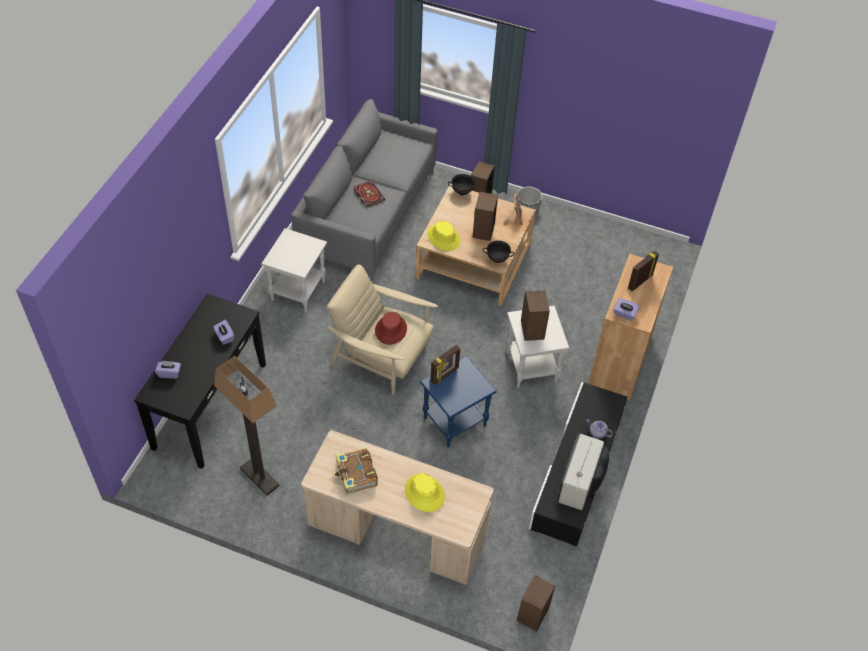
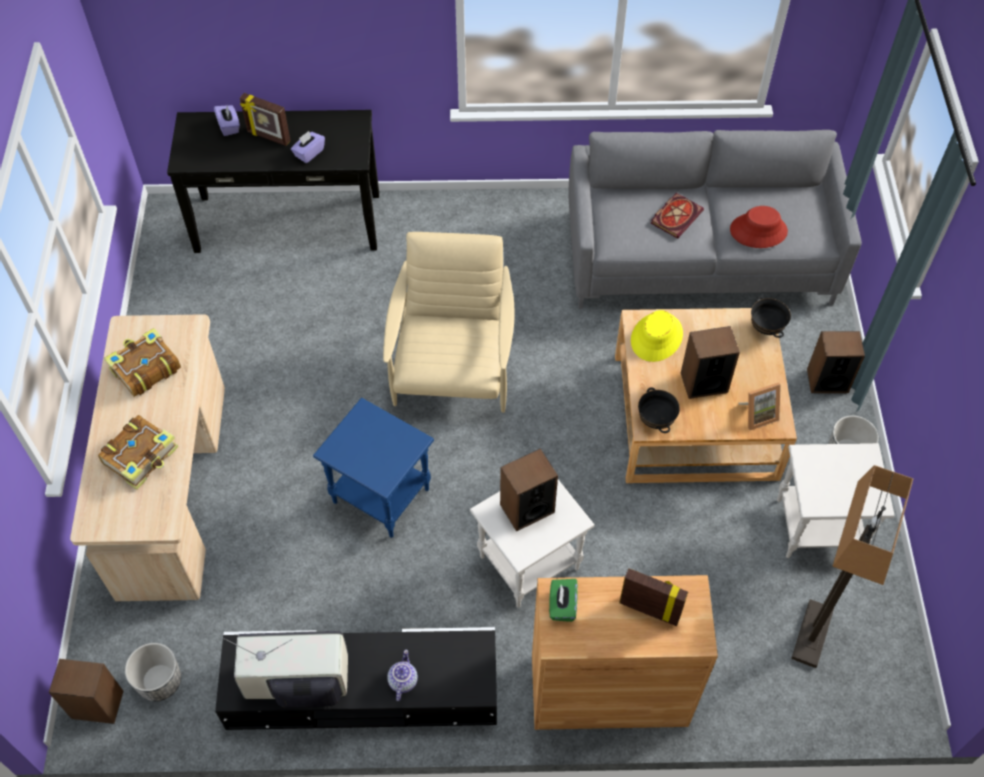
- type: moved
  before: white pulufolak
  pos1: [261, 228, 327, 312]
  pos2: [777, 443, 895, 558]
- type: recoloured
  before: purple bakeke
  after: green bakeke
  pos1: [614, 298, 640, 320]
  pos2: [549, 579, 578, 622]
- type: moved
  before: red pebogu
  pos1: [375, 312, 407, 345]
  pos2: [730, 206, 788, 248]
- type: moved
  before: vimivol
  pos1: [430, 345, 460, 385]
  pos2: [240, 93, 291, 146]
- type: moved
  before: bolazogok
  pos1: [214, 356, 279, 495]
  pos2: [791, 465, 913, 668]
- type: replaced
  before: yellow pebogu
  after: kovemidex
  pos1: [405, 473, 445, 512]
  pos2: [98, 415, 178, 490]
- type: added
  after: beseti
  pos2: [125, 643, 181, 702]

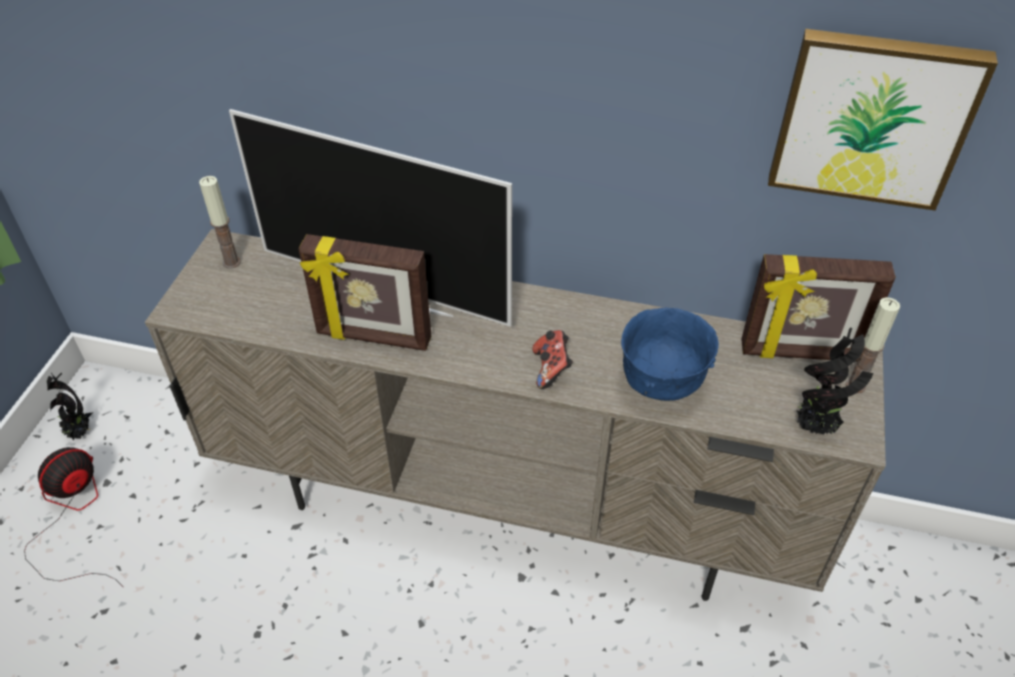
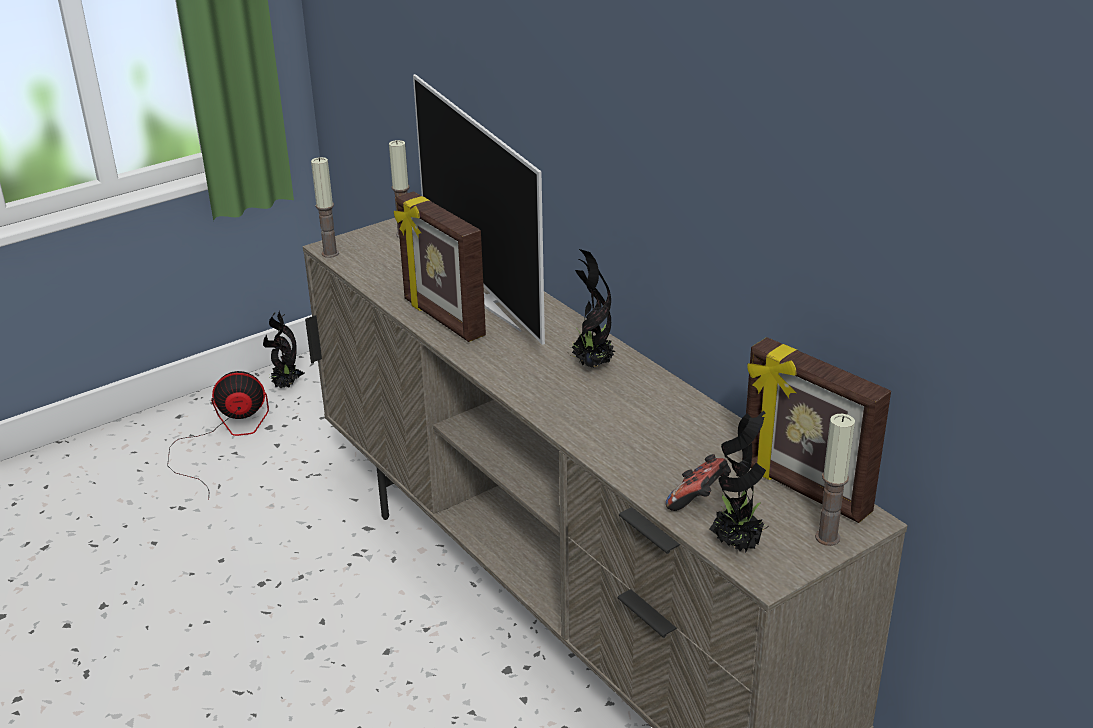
- type: removed
  before: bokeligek
  pos1: [768, 29, 998, 211]
- type: removed
  before: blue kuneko
  pos1: [621, 308, 719, 401]
- type: moved
  before: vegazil
  pos1: [532, 330, 573, 389]
  pos2: [666, 454, 731, 511]
- type: added
  after: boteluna
  pos2: [311, 157, 339, 258]
- type: added
  after: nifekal
  pos2: [568, 249, 615, 368]

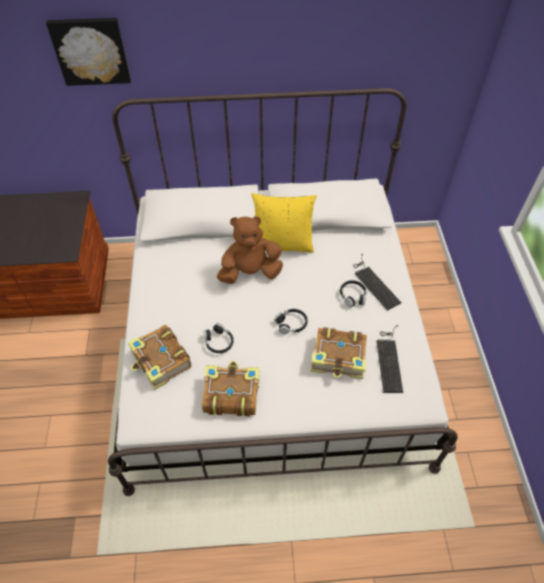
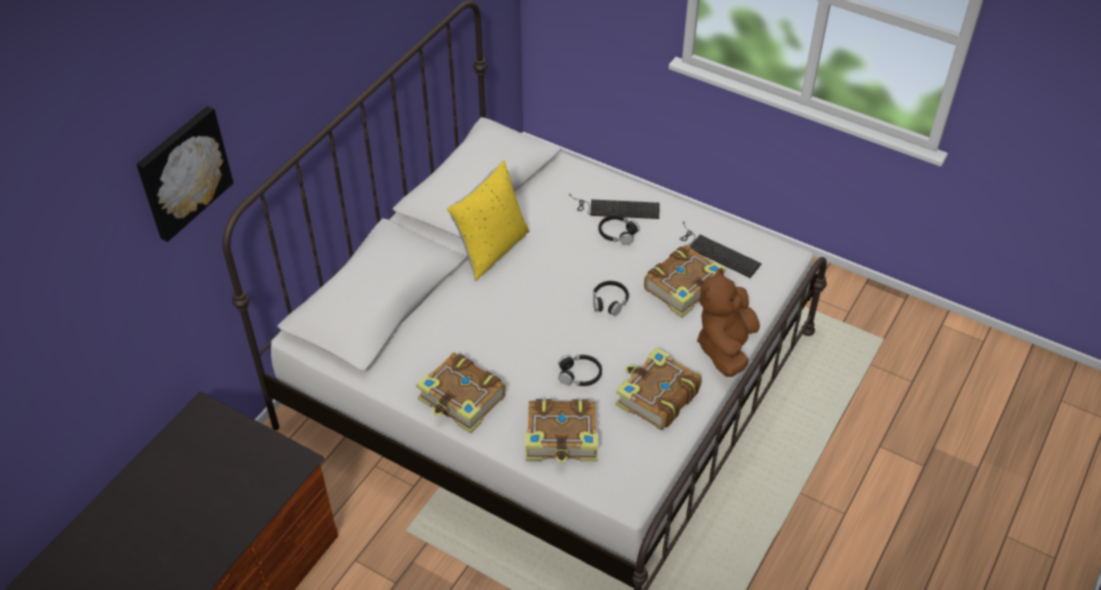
- type: moved
  before: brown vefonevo
  pos1: [217, 216, 283, 284]
  pos2: [697, 268, 760, 377]
- type: added
  after: kovemidex
  pos2: [416, 353, 506, 434]

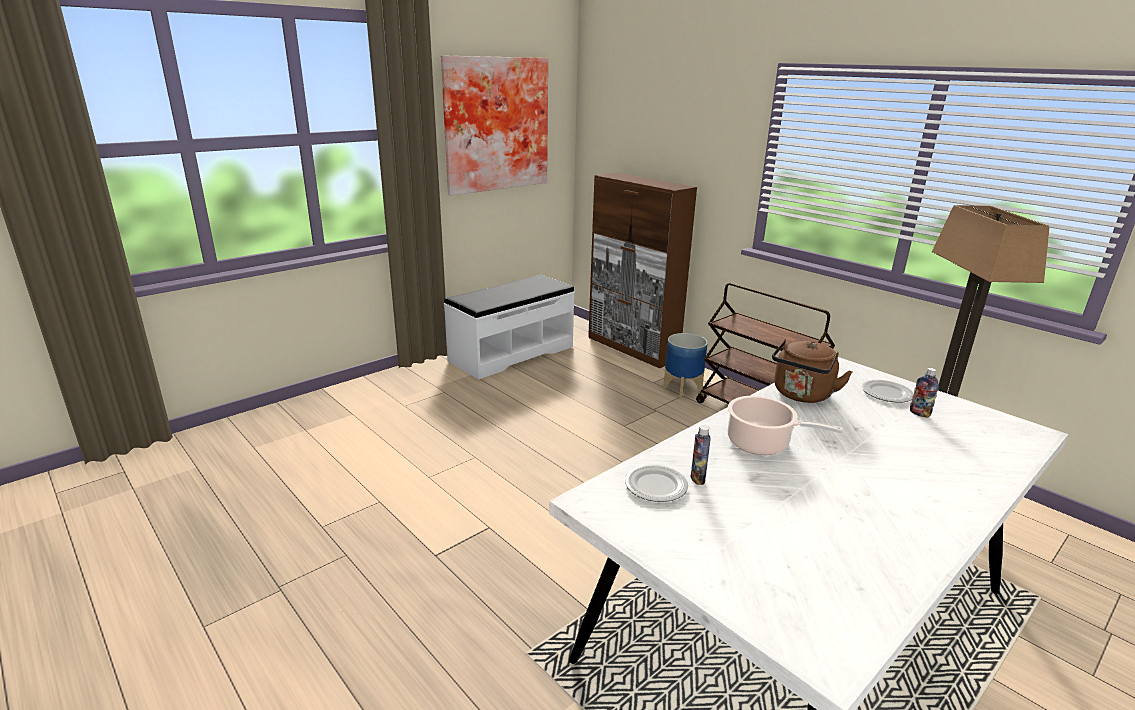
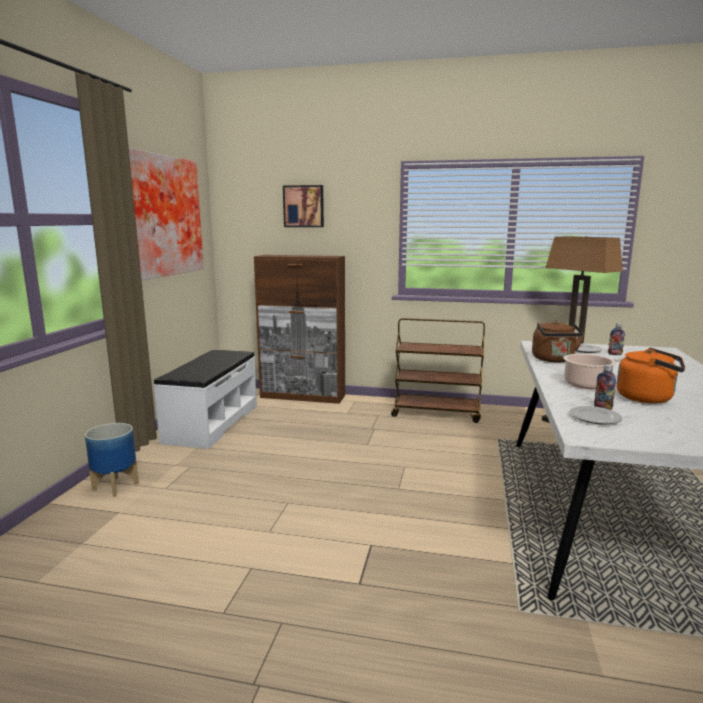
- type: moved
  before: beseti
  pos1: [663, 333, 708, 398]
  pos2: [85, 423, 139, 497]
- type: added
  after: bokeligek
  pos2: [283, 185, 324, 227]
- type: added
  after: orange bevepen
  pos2: [617, 348, 685, 403]

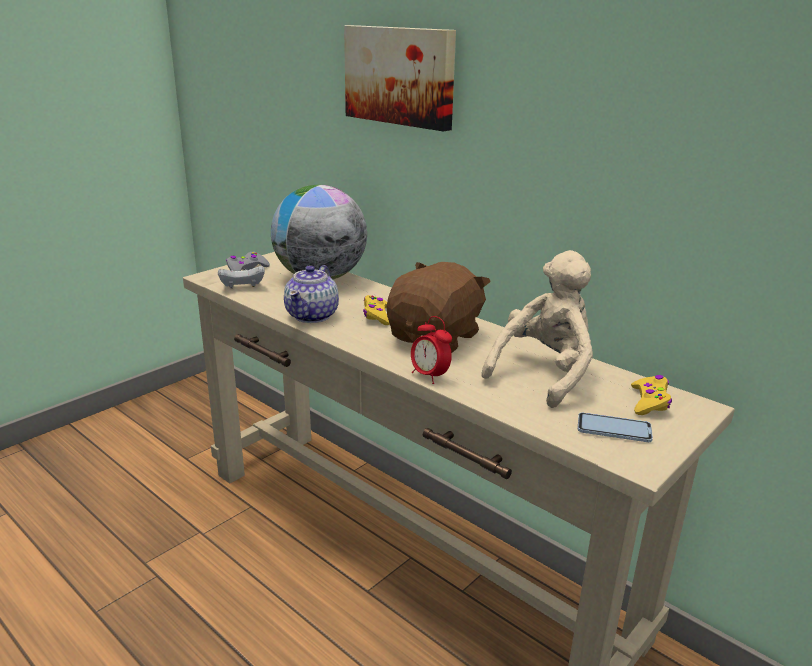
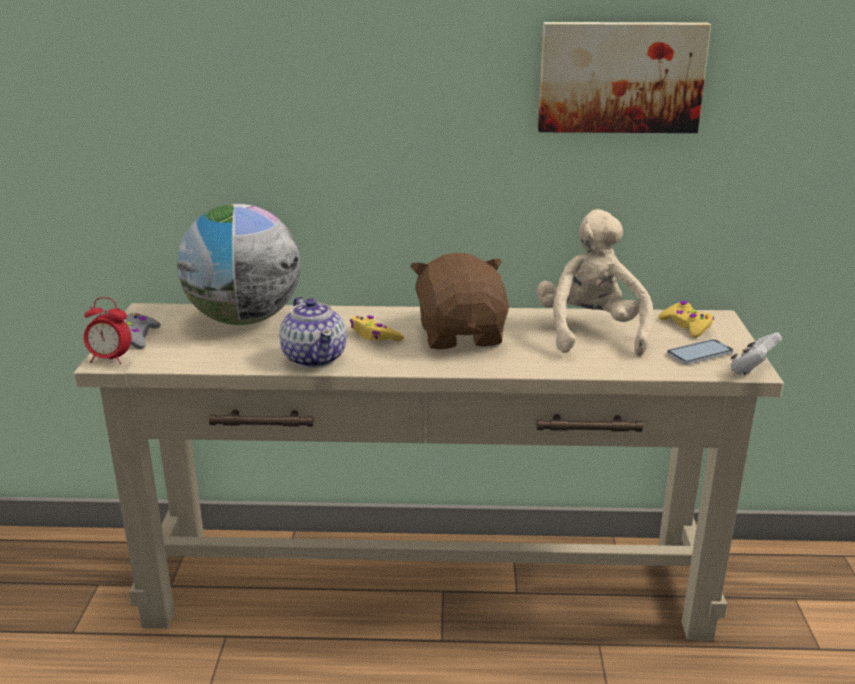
- type: moved
  before: bokeligek
  pos1: [344, 25, 456, 132]
  pos2: [538, 22, 711, 133]
- type: moved
  before: white vegazil
  pos1: [218, 266, 265, 288]
  pos2: [731, 332, 782, 375]
- type: moved
  before: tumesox
  pos1: [411, 316, 452, 384]
  pos2: [84, 297, 131, 364]

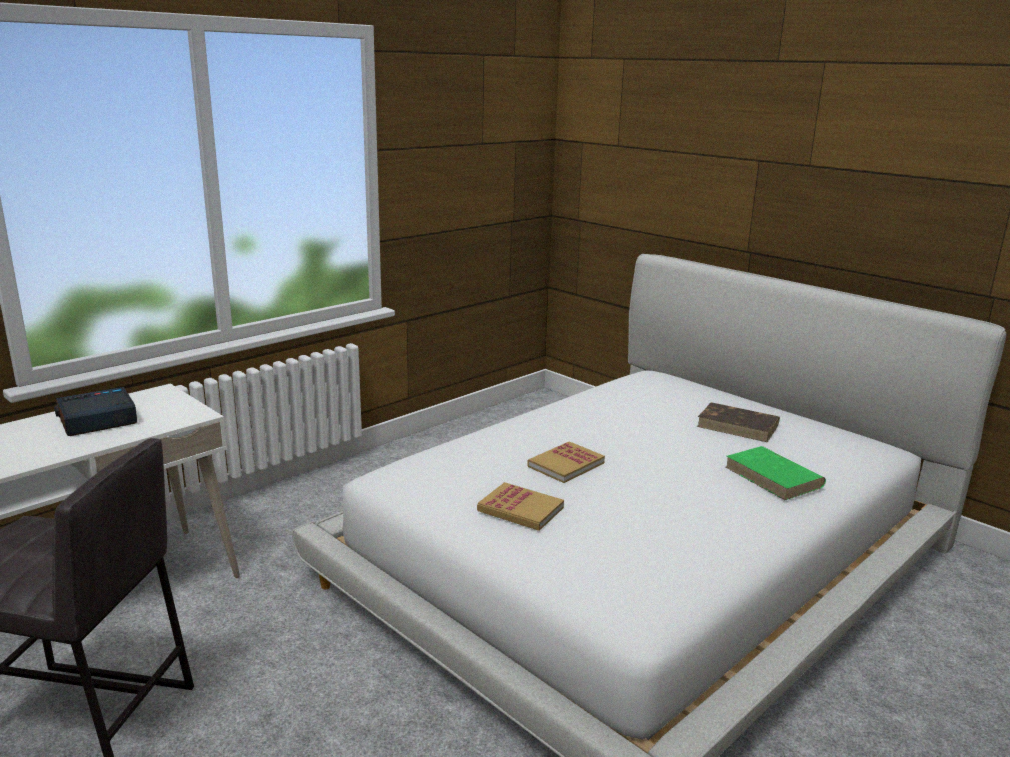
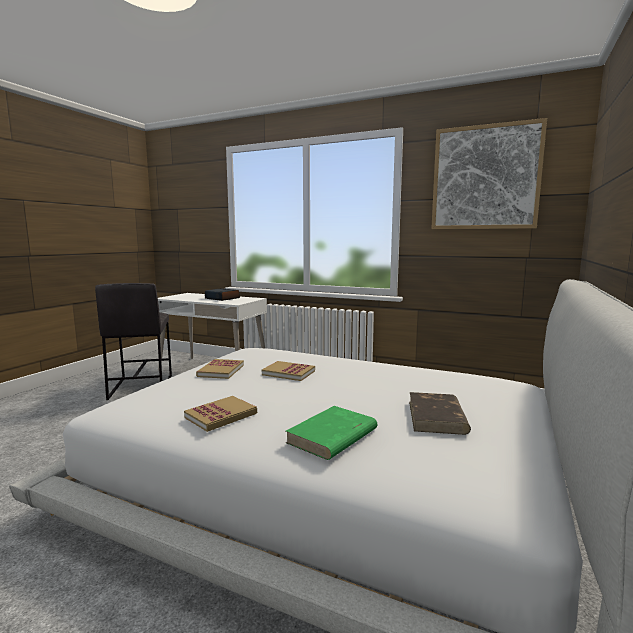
- type: added
  after: bokeligek
  pos2: [431, 118, 547, 229]
- type: added
  after: kovemidex
  pos2: [184, 396, 257, 432]

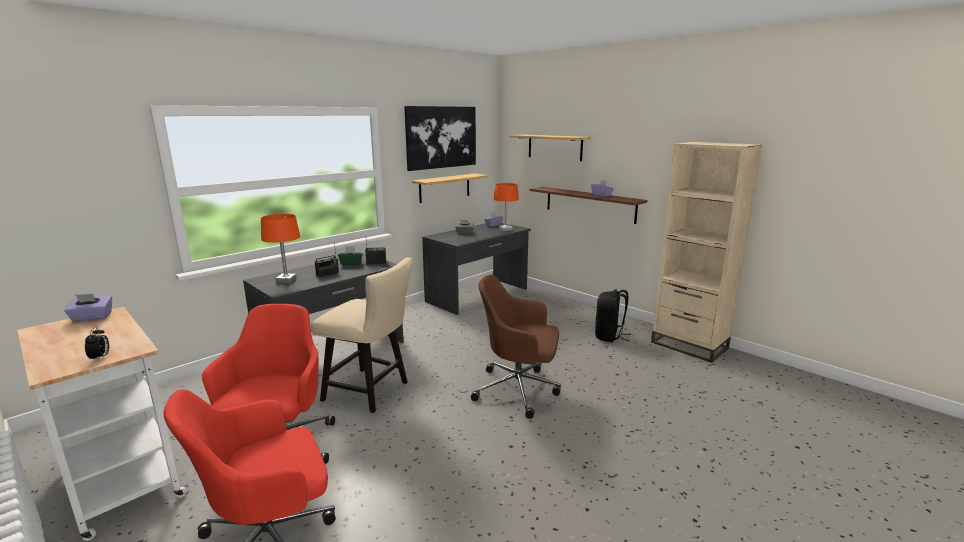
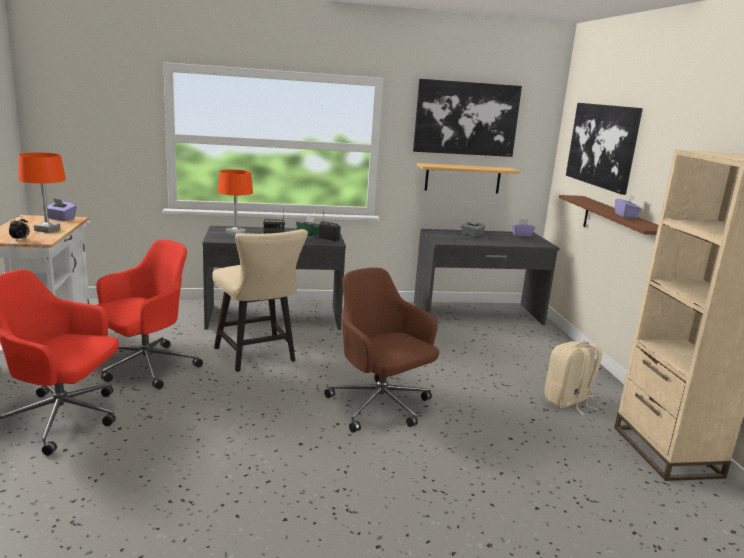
- type: replaced
  before: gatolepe
  after: bokeligek
  pos1: [510, 134, 591, 161]
  pos2: [566, 103, 643, 195]
- type: moved
  before: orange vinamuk
  pos1: [494, 183, 519, 231]
  pos2: [18, 153, 66, 233]
- type: recoloured
  before: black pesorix
  after: beige pesorix
  pos1: [595, 290, 631, 342]
  pos2: [544, 341, 602, 415]

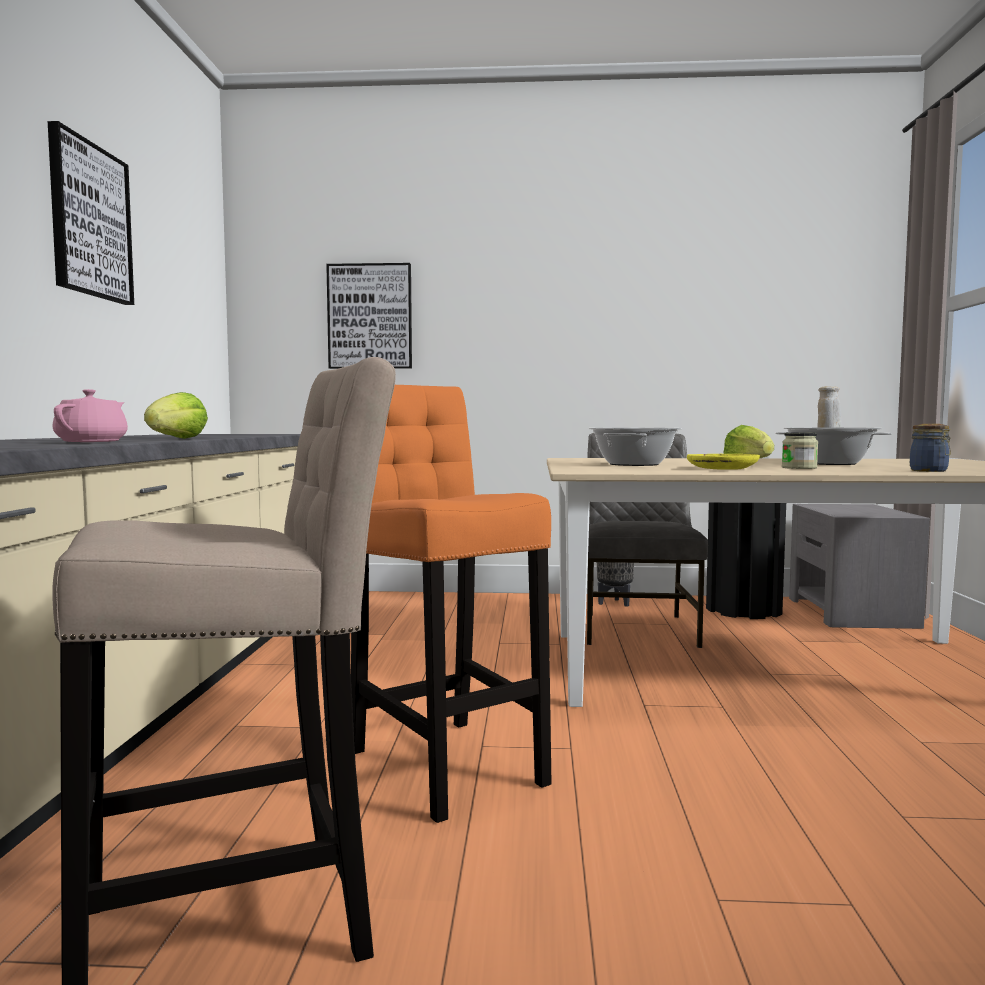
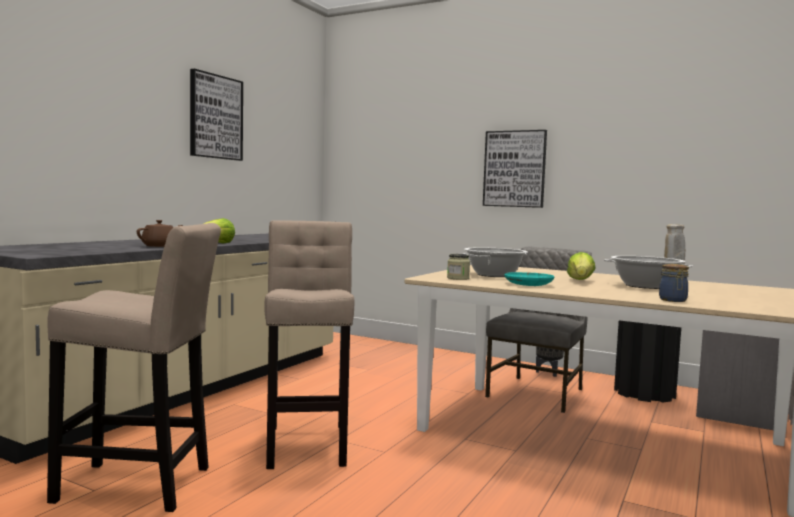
- type: moved
  before: bokeligek
  pos1: [326, 263, 412, 369]
  pos2: [483, 130, 547, 208]
- type: recoloured
  before: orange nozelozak
  after: beige nozelozak
  pos1: [351, 385, 552, 823]
  pos2: [265, 220, 354, 469]
- type: recoloured
  before: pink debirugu
  after: brown debirugu
  pos1: [53, 389, 128, 442]
  pos2: [137, 220, 183, 247]
- type: moved
  before: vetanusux
  pos1: [782, 432, 818, 469]
  pos2: [447, 254, 470, 280]
- type: recoloured
  before: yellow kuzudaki
  after: turquoise kuzudaki
  pos1: [687, 454, 760, 470]
  pos2: [504, 272, 554, 286]

